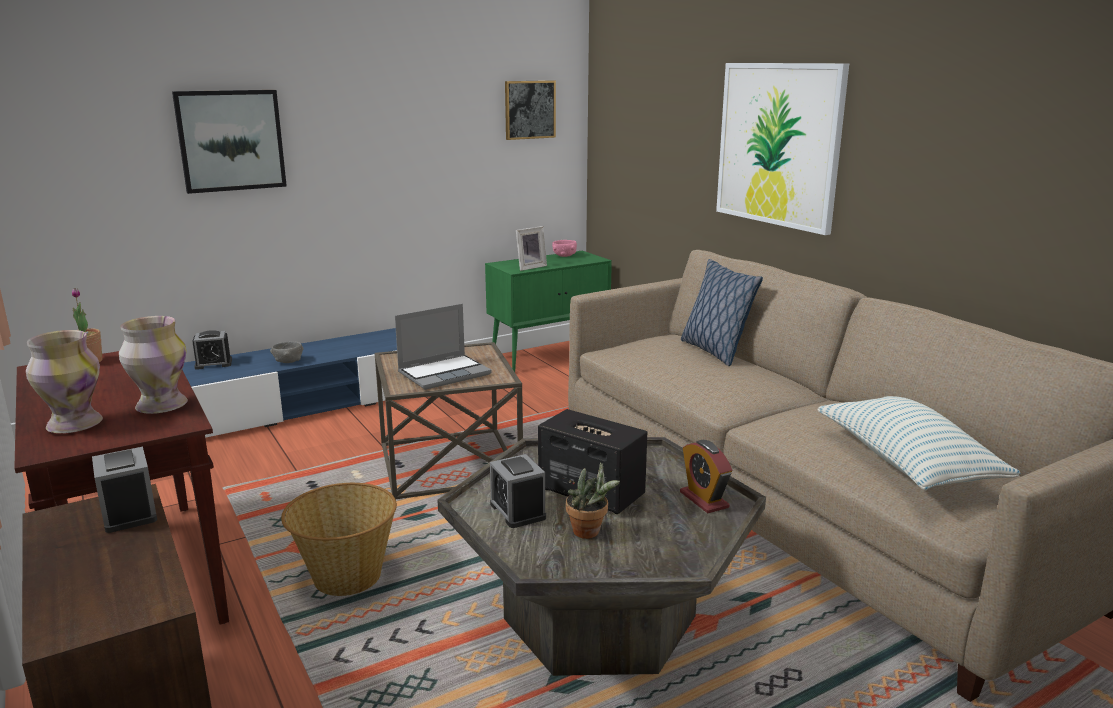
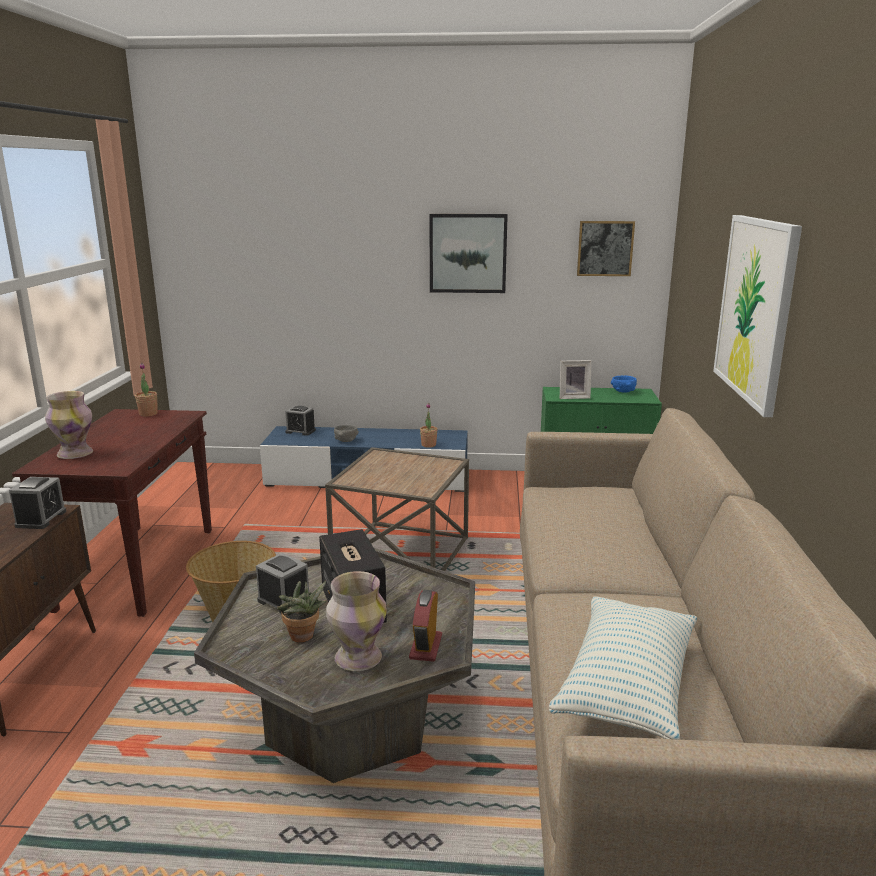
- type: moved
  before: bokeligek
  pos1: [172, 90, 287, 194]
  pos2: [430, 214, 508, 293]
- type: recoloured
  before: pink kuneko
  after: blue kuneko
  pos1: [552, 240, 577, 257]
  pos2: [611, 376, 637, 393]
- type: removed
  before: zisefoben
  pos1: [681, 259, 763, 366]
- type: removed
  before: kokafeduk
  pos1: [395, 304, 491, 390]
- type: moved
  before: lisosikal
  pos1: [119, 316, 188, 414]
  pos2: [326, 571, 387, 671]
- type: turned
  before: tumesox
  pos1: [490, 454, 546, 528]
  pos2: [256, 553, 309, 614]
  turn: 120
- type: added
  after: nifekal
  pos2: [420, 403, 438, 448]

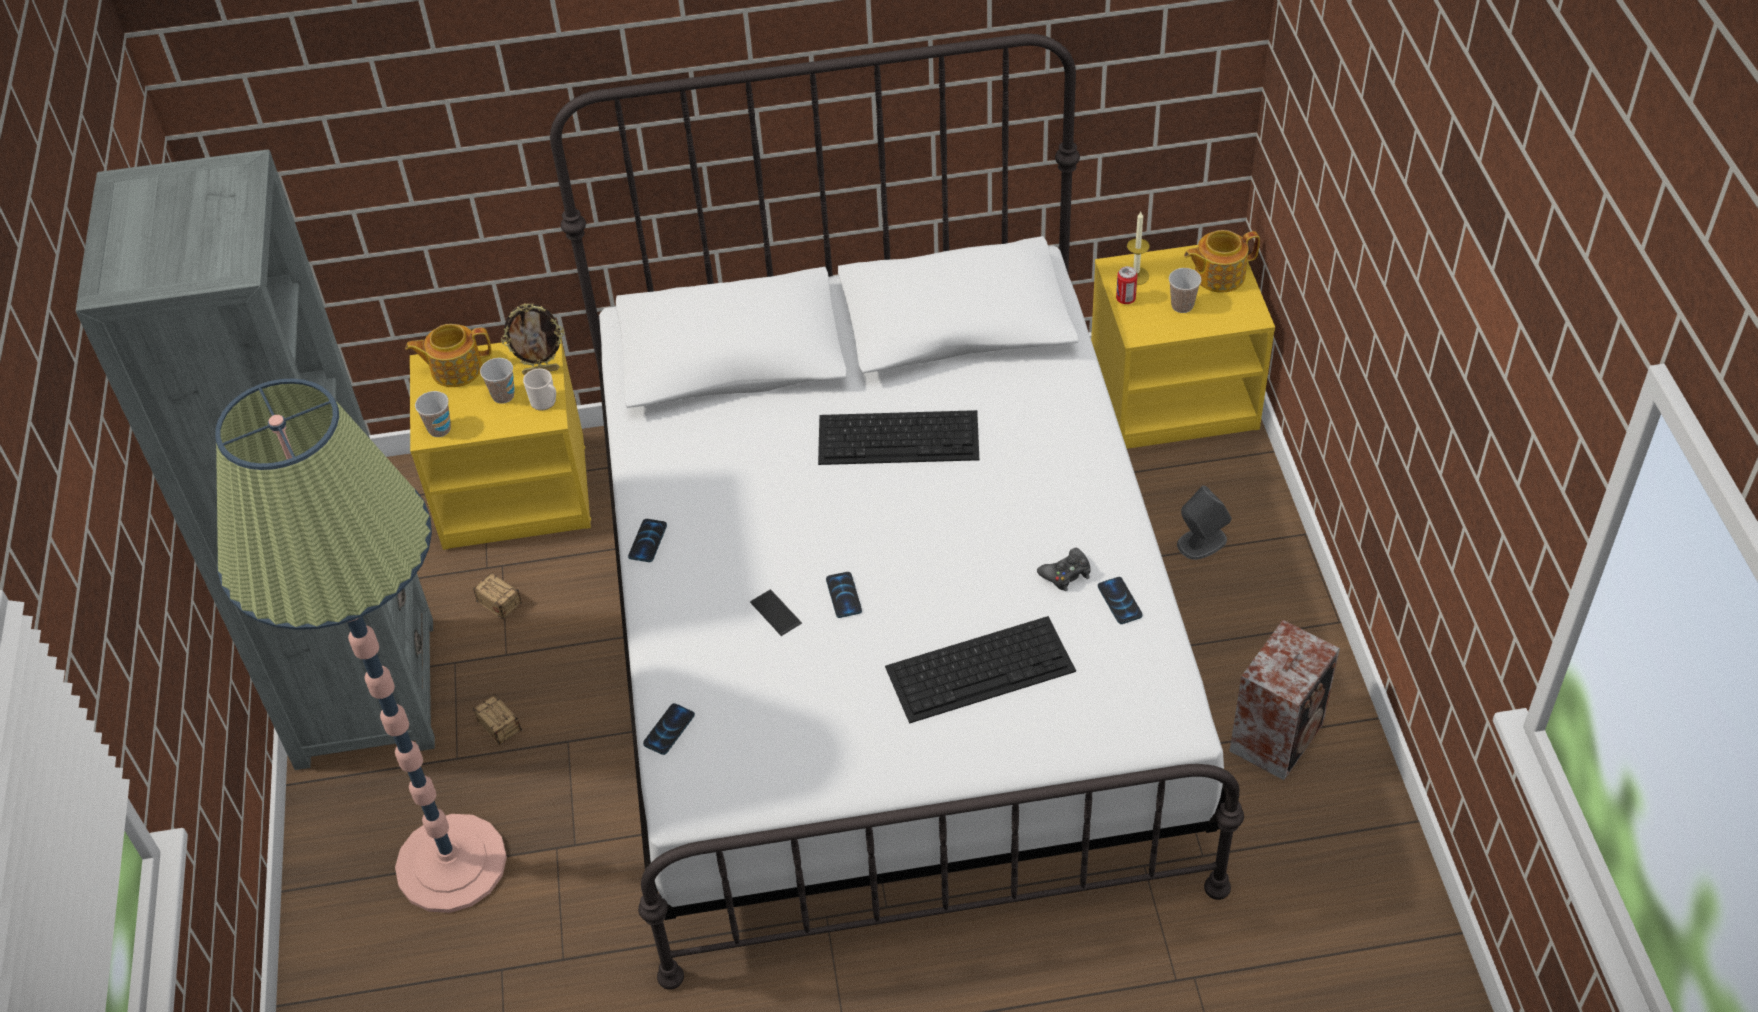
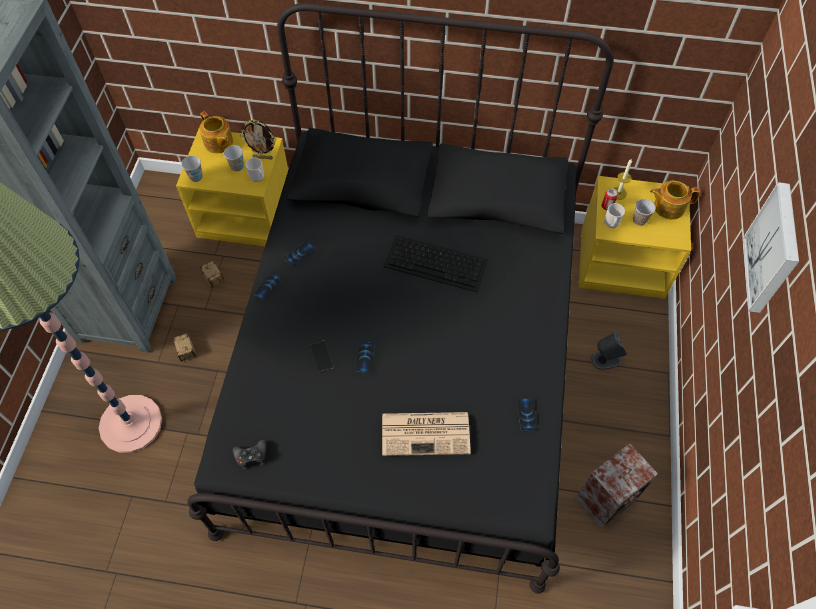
- type: recoloured
  before: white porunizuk
  after: black porunizuk
  pos1: [550, 34, 1244, 990]
  pos2: [187, 3, 613, 593]
- type: turned
  before: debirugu
  pos1: [405, 324, 491, 387]
  pos2: [199, 111, 233, 153]
  turn: -135
- type: moved
  before: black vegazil
  pos1: [1037, 548, 1091, 591]
  pos2: [233, 440, 266, 470]
- type: replaced
  before: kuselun
  after: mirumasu
  pos1: [885, 616, 1076, 724]
  pos2: [382, 412, 471, 456]
- type: moved
  before: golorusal
  pos1: [643, 703, 695, 755]
  pos2: [284, 241, 316, 267]
- type: added
  after: bokeligek
  pos2: [743, 182, 799, 313]
- type: added
  after: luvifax
  pos2: [604, 203, 625, 228]

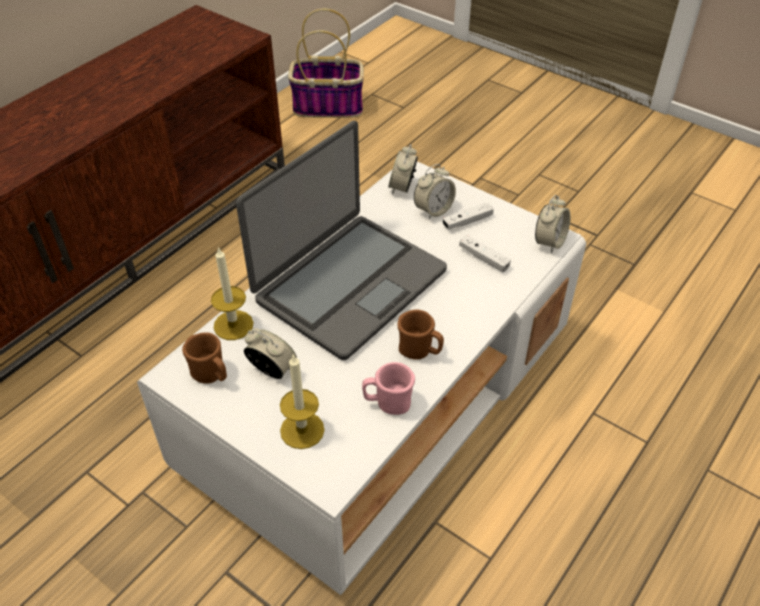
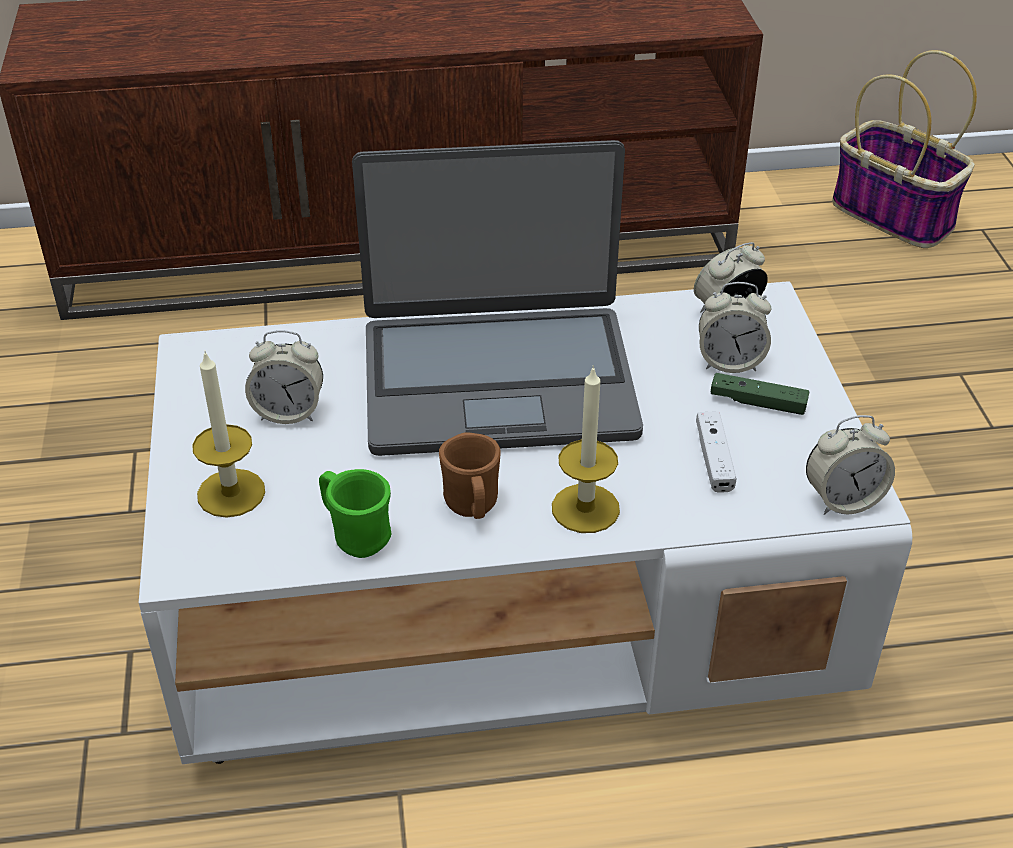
- type: recoloured
  before: white vegazil
  after: green vegazil
  pos1: [443, 202, 494, 230]
  pos2: [711, 373, 809, 415]
- type: moved
  before: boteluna
  pos1: [211, 247, 253, 340]
  pos2: [552, 365, 620, 533]
- type: turned
  before: tumesox
  pos1: [244, 328, 297, 379]
  pos2: [245, 330, 323, 424]
  turn: 105
- type: removed
  before: brown luvifax
  pos1: [182, 332, 227, 384]
- type: recoloured
  before: pink luvifax
  after: green luvifax
  pos1: [362, 362, 415, 415]
  pos2: [319, 469, 392, 558]

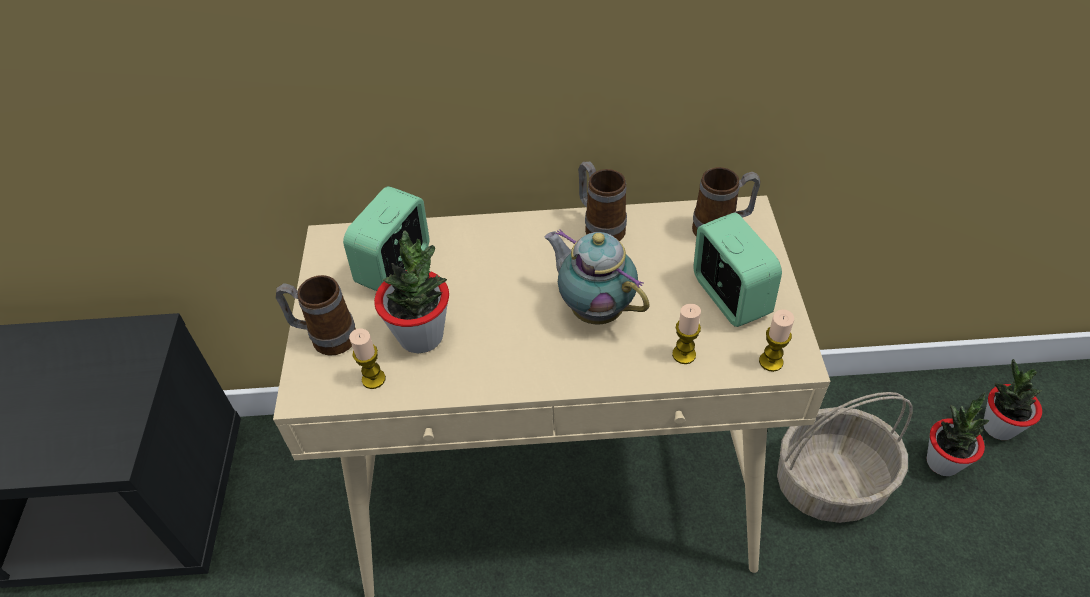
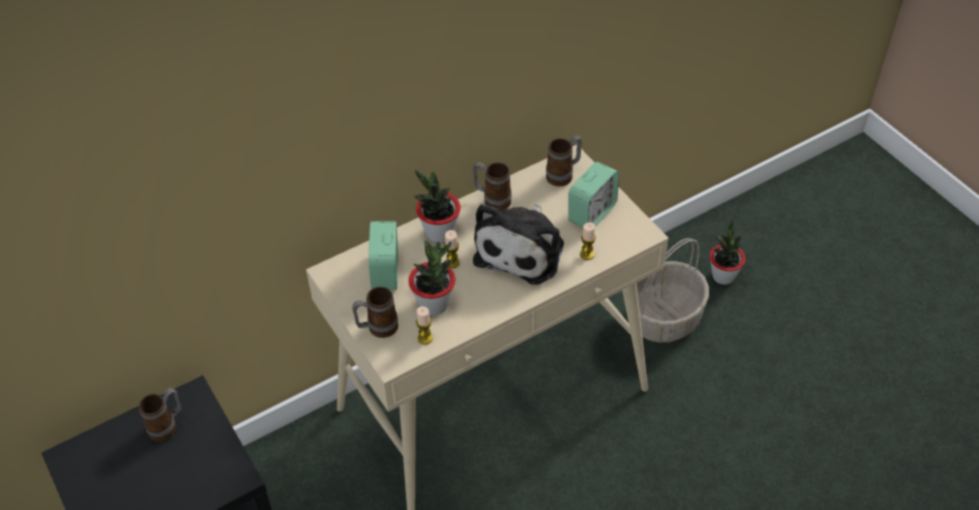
- type: turned
  before: tumesox
  pos1: [693, 213, 782, 327]
  pos2: [568, 162, 619, 228]
  turn: 90
- type: replaced
  before: debirugu
  after: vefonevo
  pos1: [545, 229, 649, 324]
  pos2: [473, 204, 564, 285]
- type: moved
  before: boteluna
  pos1: [759, 309, 794, 372]
  pos2: [444, 230, 460, 268]
- type: moved
  before: nifekal
  pos1: [983, 359, 1042, 440]
  pos2: [414, 170, 461, 243]
- type: added
  after: luvifax
  pos2: [139, 388, 181, 442]

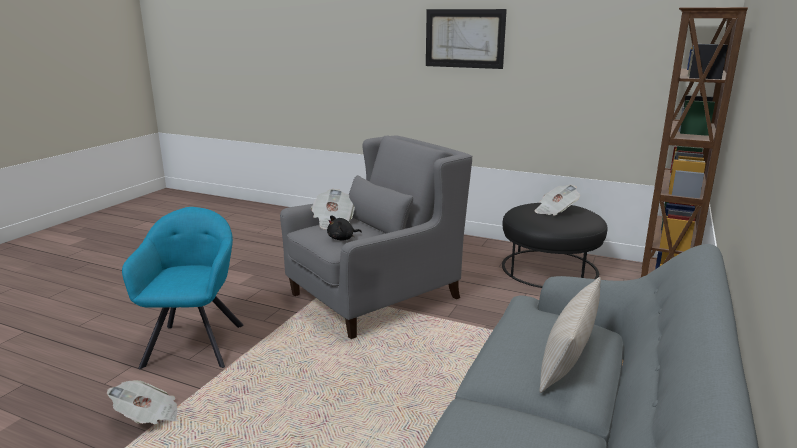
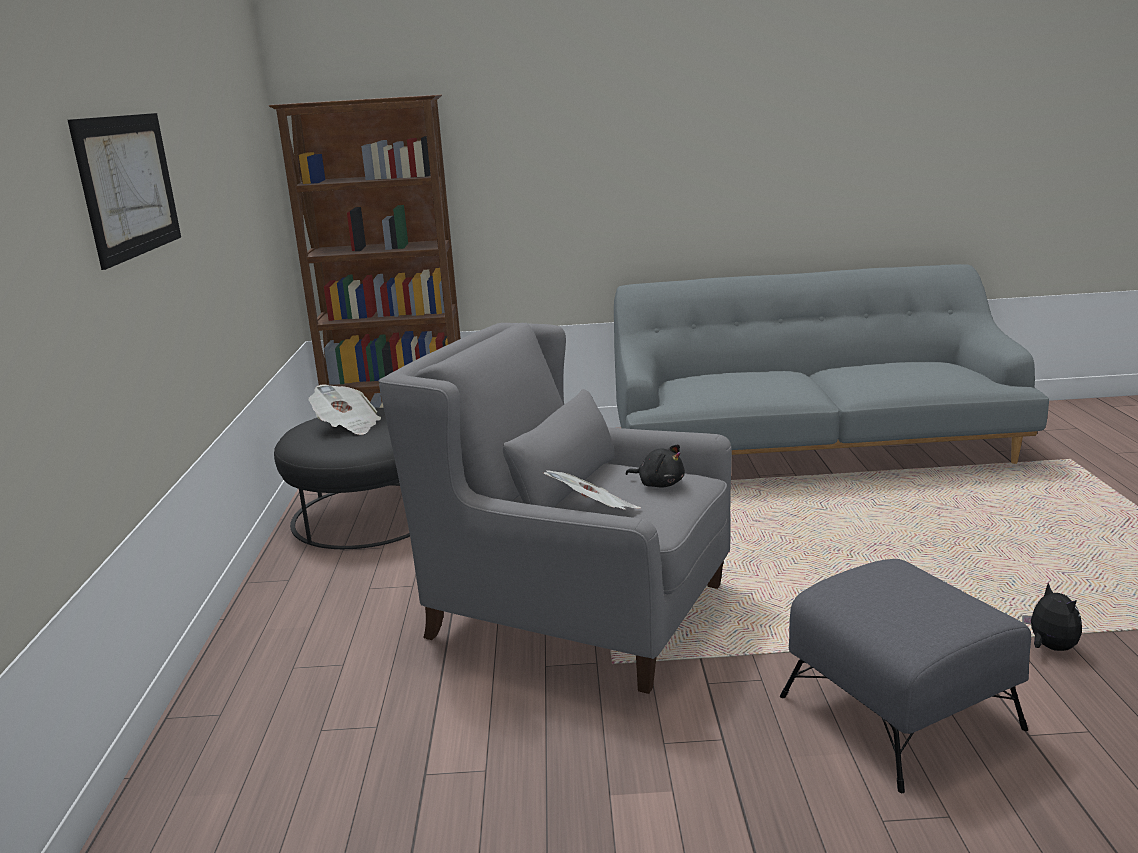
- type: replaced
  before: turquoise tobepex
  after: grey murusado
  pos1: [122, 207, 243, 369]
  pos2: [780, 559, 1031, 793]
- type: removed
  before: beige zisefoben
  pos1: [540, 277, 601, 393]
- type: replaced
  before: mirumasu
  after: vefonevo
  pos1: [107, 380, 180, 424]
  pos2: [1022, 583, 1082, 651]

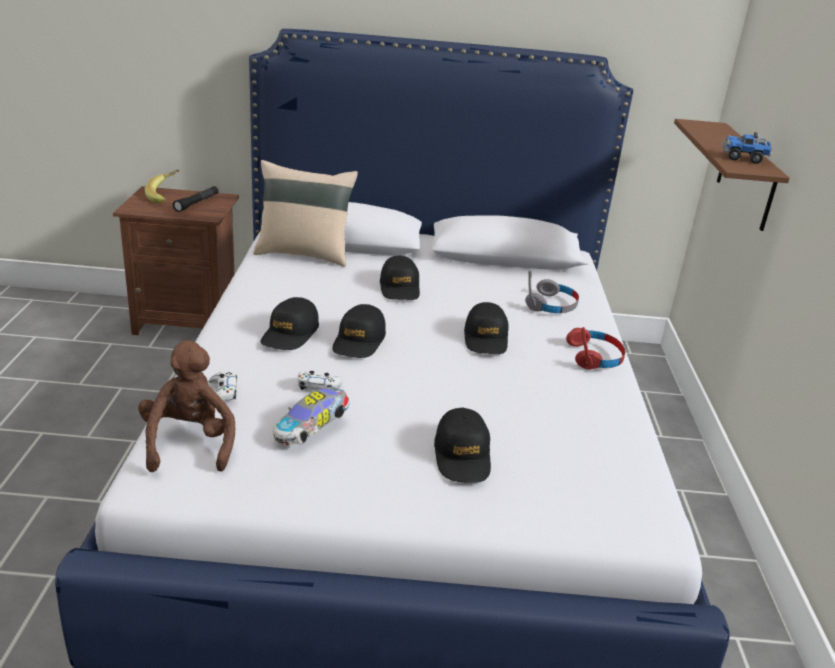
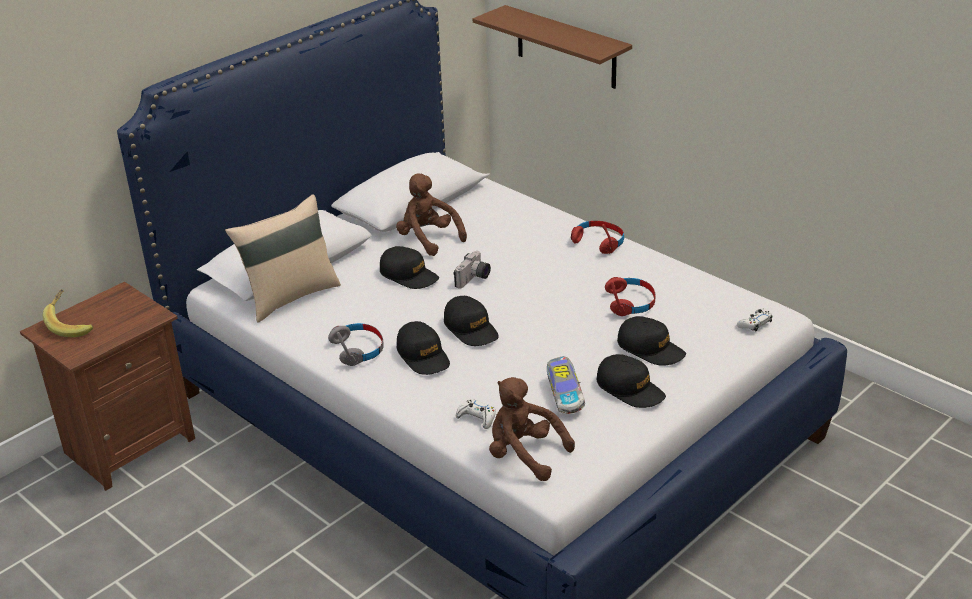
- type: removed
  before: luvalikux
  pos1: [722, 132, 772, 164]
- type: removed
  before: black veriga
  pos1: [173, 186, 219, 212]
- type: moved
  before: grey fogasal
  pos1: [525, 270, 579, 313]
  pos2: [328, 323, 384, 366]
- type: moved
  before: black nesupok
  pos1: [464, 302, 509, 354]
  pos2: [597, 354, 666, 408]
- type: moved
  before: white vegazil
  pos1: [297, 371, 342, 391]
  pos2: [737, 308, 773, 331]
- type: added
  after: brown vefonevo
  pos2: [396, 173, 467, 256]
- type: added
  after: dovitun
  pos2: [453, 251, 491, 288]
- type: added
  after: red fogasal
  pos2: [605, 277, 655, 316]

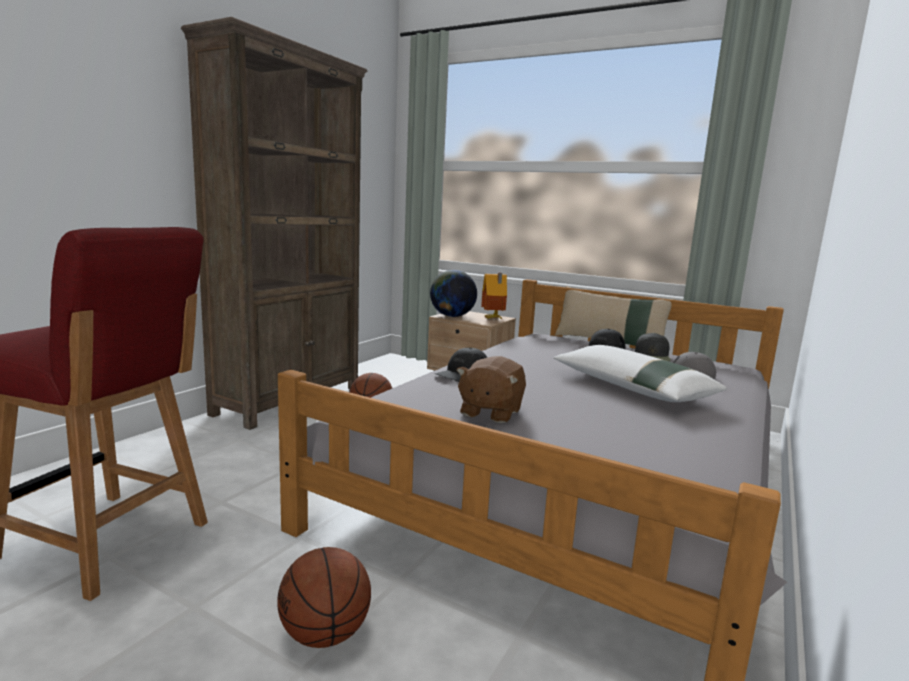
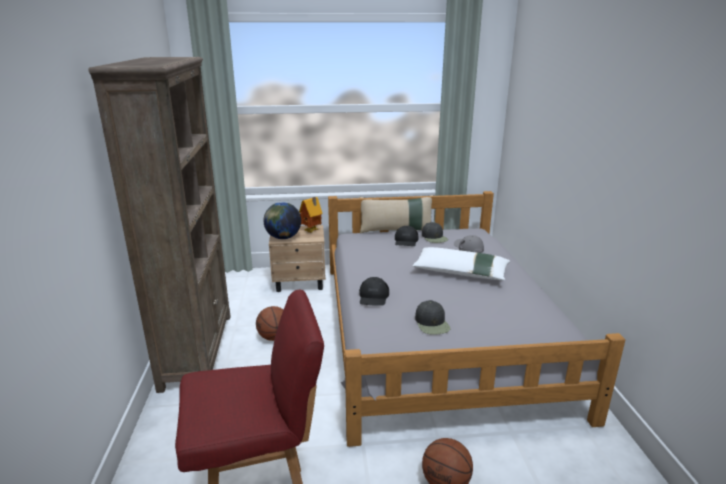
- type: replaced
  before: brown vefonevo
  after: black nesupok
  pos1: [456, 356, 526, 423]
  pos2: [415, 300, 450, 335]

